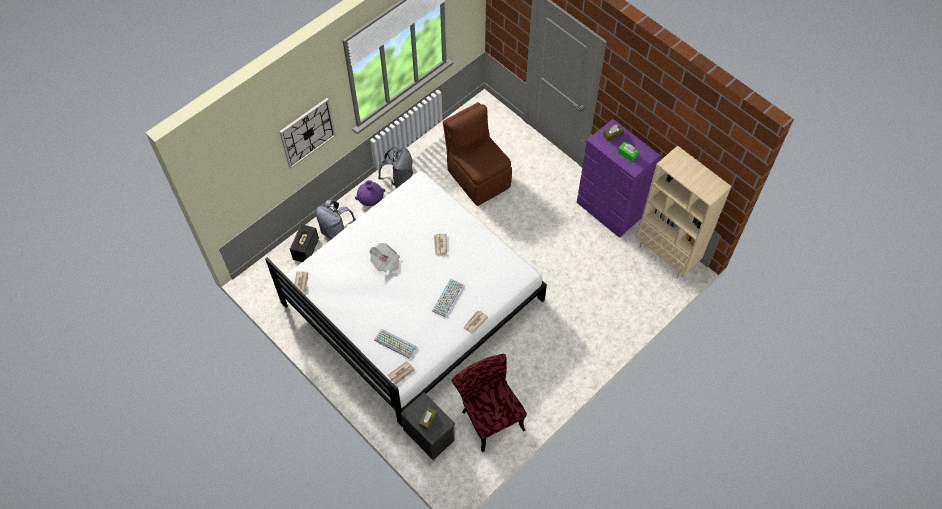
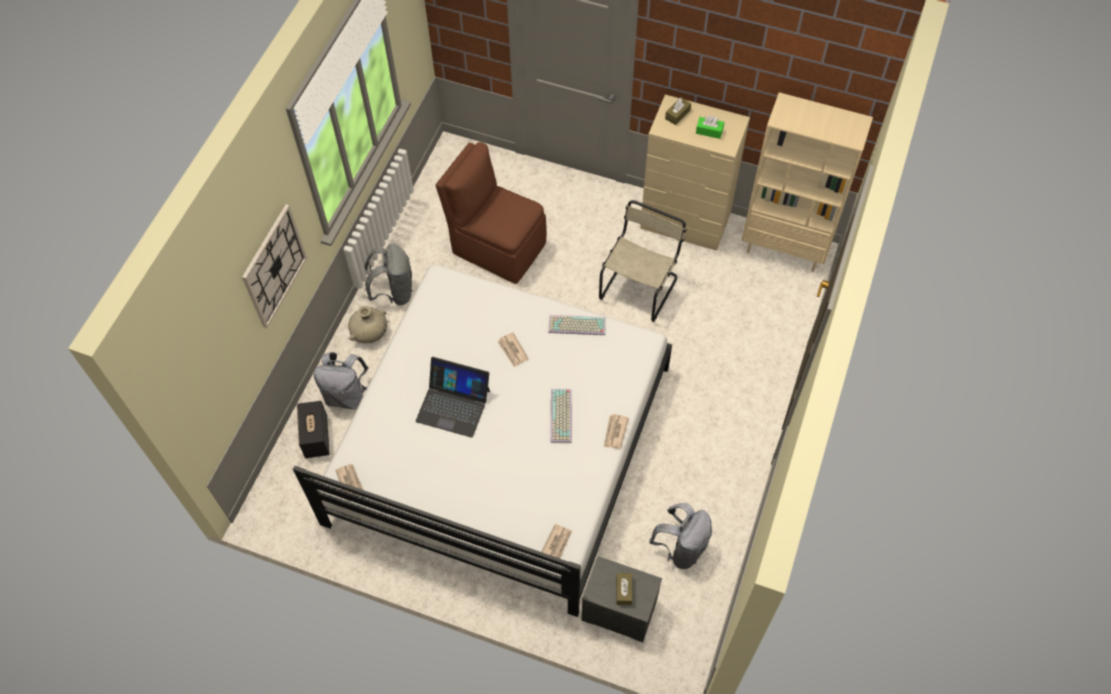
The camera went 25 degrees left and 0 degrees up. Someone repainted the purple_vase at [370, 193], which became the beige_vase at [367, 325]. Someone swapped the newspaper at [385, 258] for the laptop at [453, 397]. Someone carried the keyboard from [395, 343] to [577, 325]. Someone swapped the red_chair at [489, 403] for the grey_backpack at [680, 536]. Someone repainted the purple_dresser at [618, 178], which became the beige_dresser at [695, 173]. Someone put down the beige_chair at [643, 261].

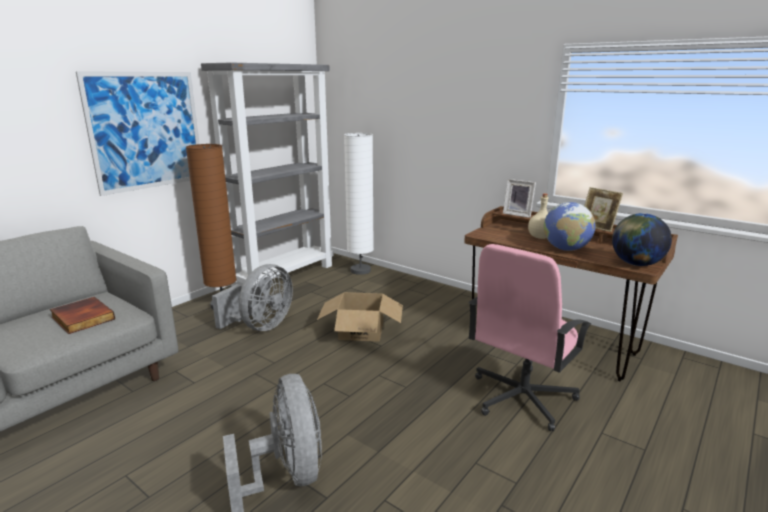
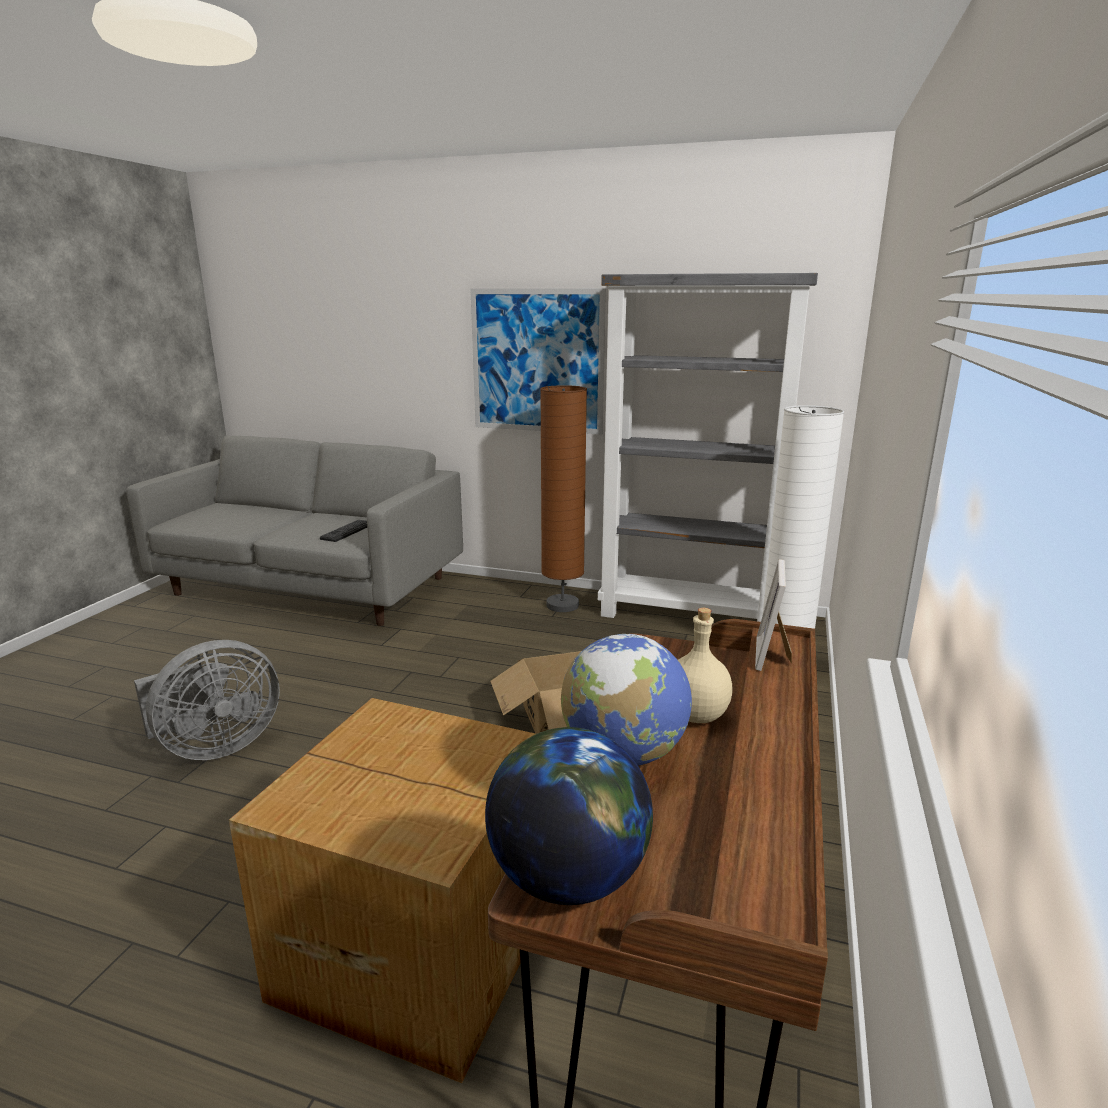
The camera went 70 degrees right and 0 degrees up. Someone swapped the book at [82, 315] for the keyboard at [343, 531]. Someone took away the grey_fan at [252, 297]. Someone swapped the pink_office_chair at [529, 337] for the cardboard_box at [382, 890]. Someone took away the picture_frame at [603, 209].

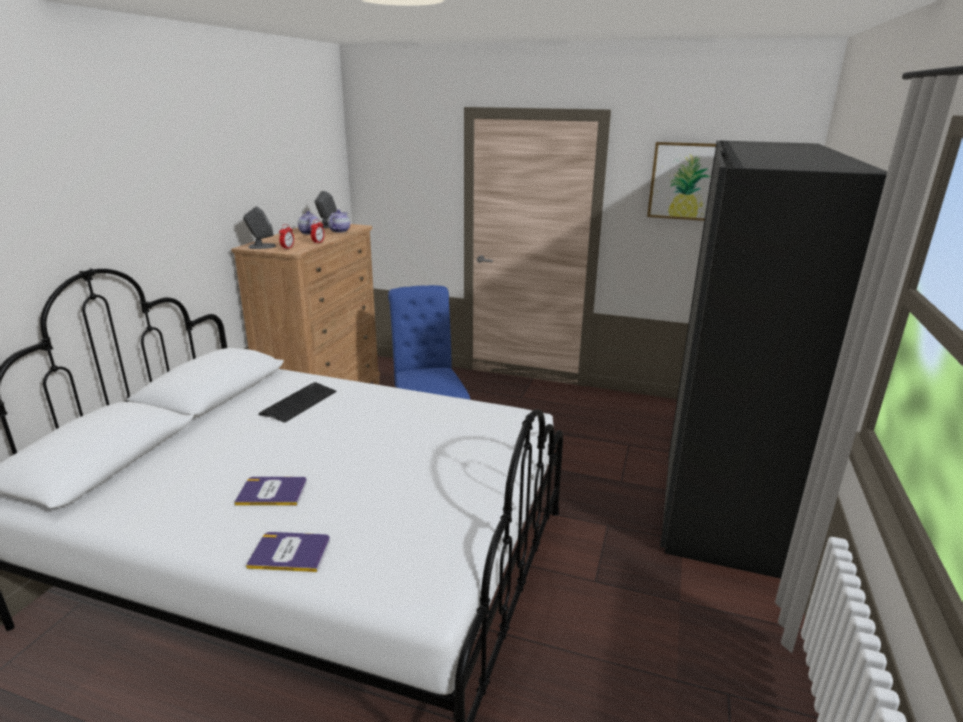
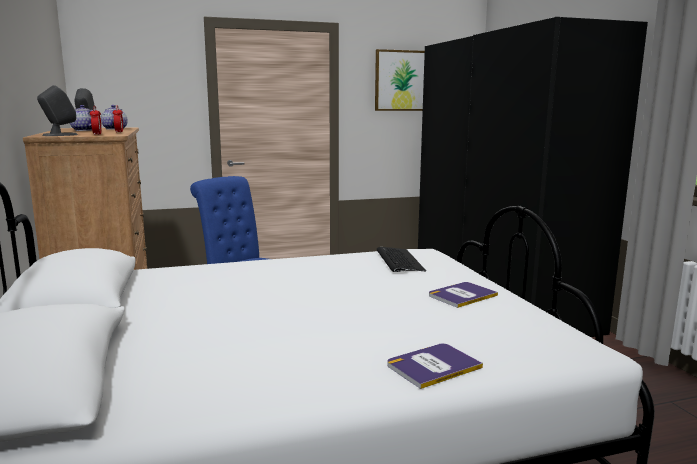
The camera went 35 degrees left and 10 degrees down. Someone carried the book from [270, 491] to [463, 295]. Someone carried the keyboard from [298, 402] to [401, 259].

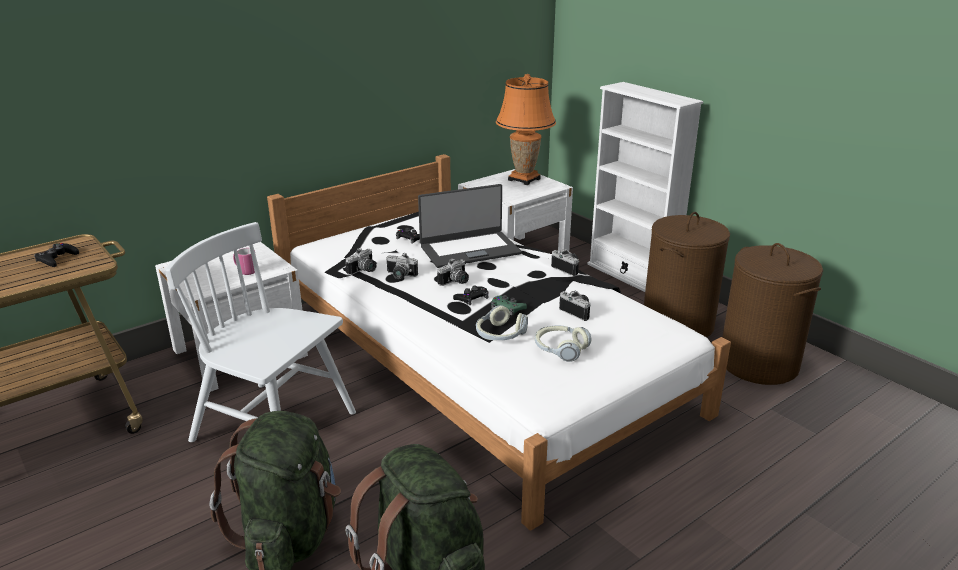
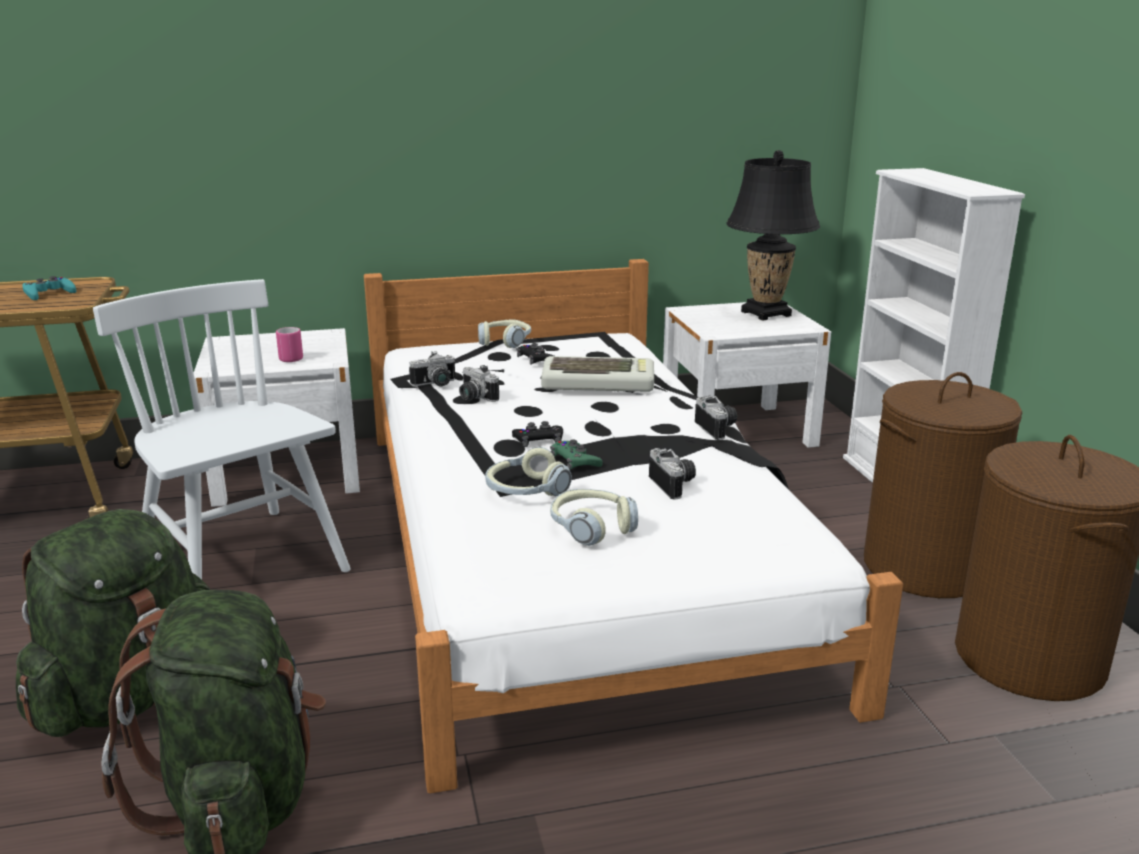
The camera went 25 degrees right and 5 degrees down. Someone repainted the black_game_controller at [56, 255], which became the turquoise_game_controller at [49, 288]. Someone swapped the laptop at [470, 226] for the keyboard at [597, 374]. Someone took away the photo_camera at [453, 272]. Someone repainted the orange_table_lamp at [526, 129], which became the black_table_lamp at [773, 235]. Someone put down the headphones at [504, 333].

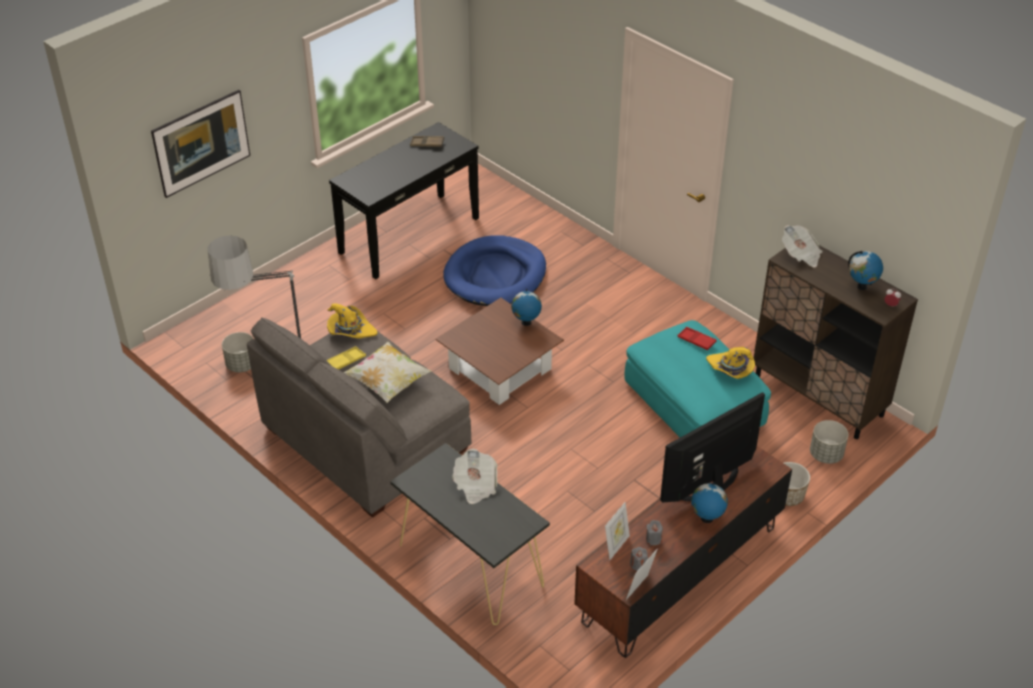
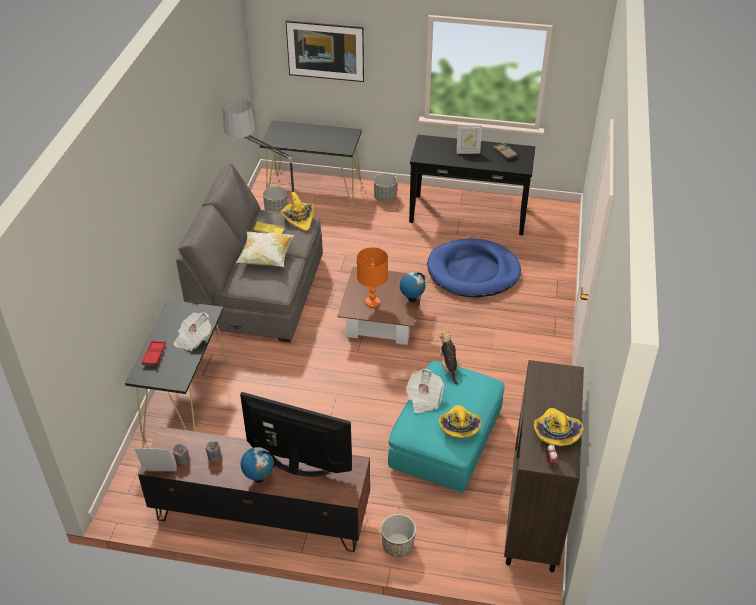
The camera went 55 degrees right and 0 degrees up. Someone carried the picture_frame from [617, 531] to [469, 139]. Someone carried the red_tray from [697, 338] to [154, 353]. Someone carried the newspaper from [802, 246] to [425, 391]. Someone carried the grey_planter from [829, 442] to [385, 187]. Someone swapped the globe at [865, 270] for the yellow_hat at [559, 427]. Someone put down the black_console_table at [311, 162]. Someone put down the orange_table_lamp at [372, 277]. Someone put down the plush_toy at [450, 356].

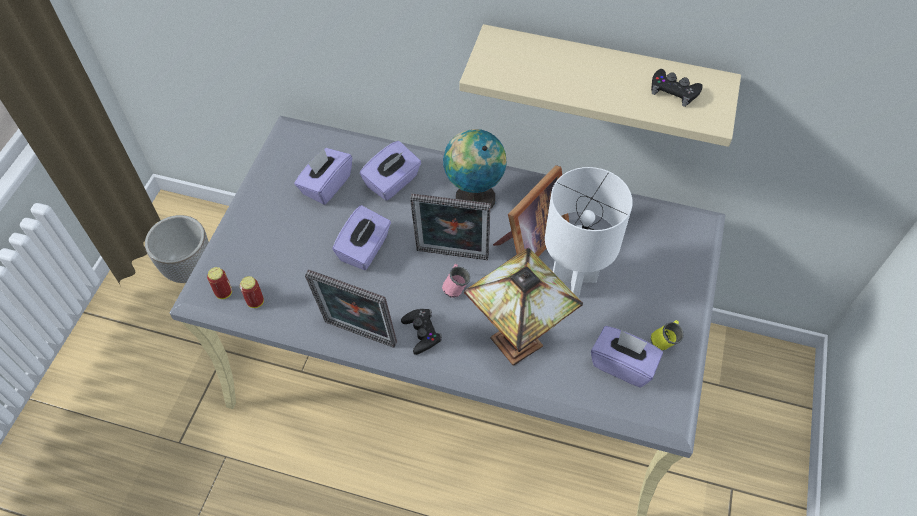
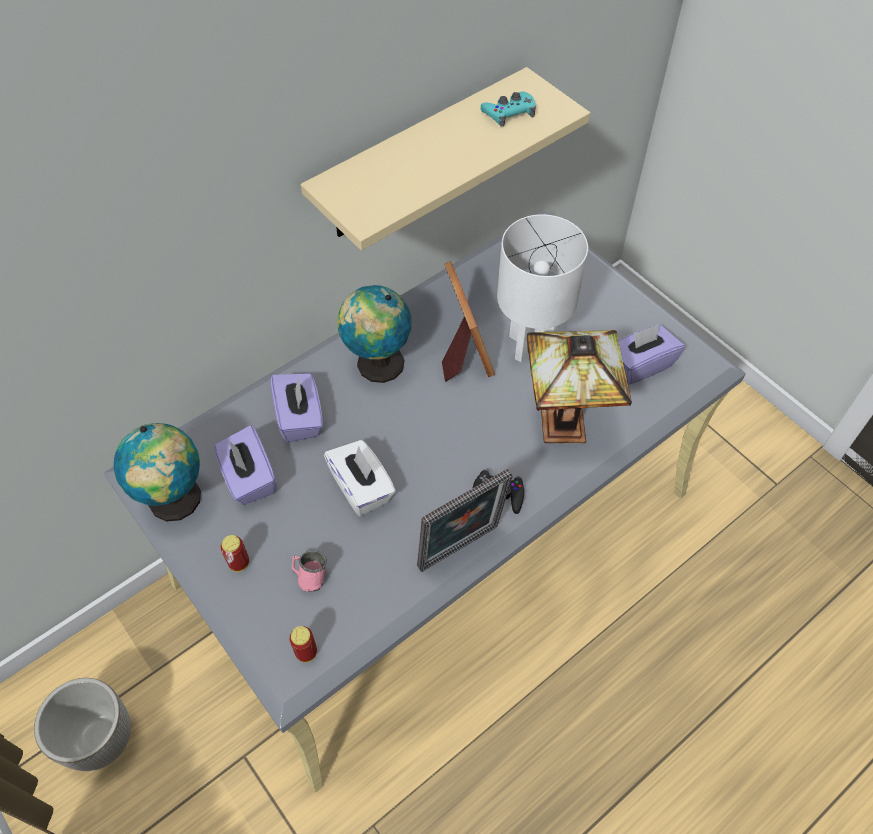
The camera went 55 degrees left and 0 degrees up. Someone carried the can from [252, 292] to [235, 553]. Someone repainted the purple_tissue_box at [361, 237], which became the white_tissue_box at [360, 478]. Someone took away the picture_frame at [450, 226]. Someone carried the pink_mug from [456, 281] to [309, 571]. Someone repainted the black_game_controller at [677, 88], which became the turquoise_game_controller at [508, 109]. Someone took away the yellow_mug at [667, 335]. Someone put down the globe at [157, 472].

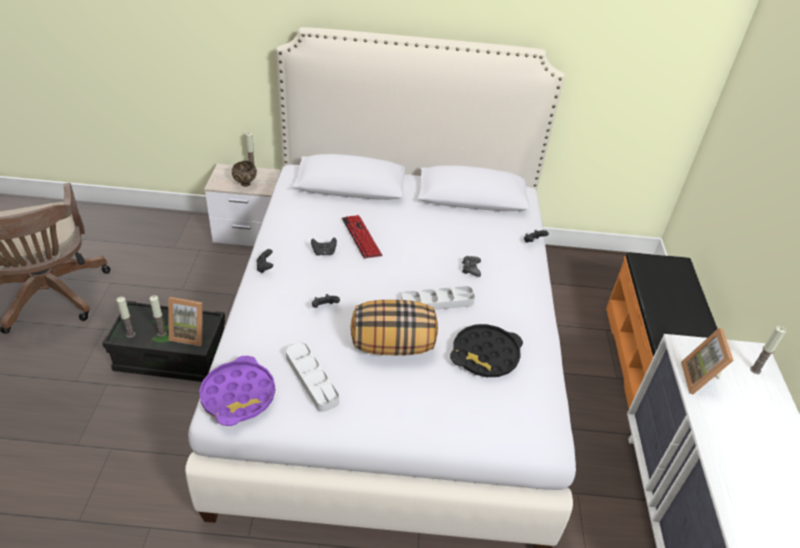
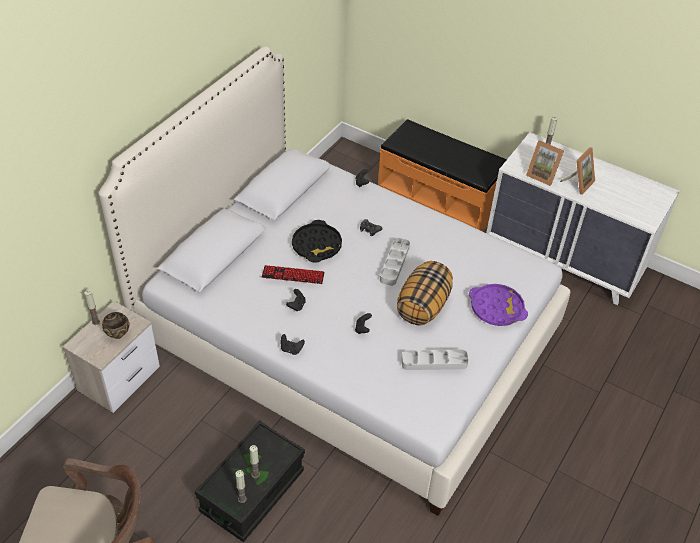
The camera went 60 degrees left and 5 degrees up. Someone carried the picture_frame from [185, 321] to [577, 171]. Someone carried the purple_tray from [237, 391] to [498, 305]. Someone carried the black_tray from [486, 350] to [317, 241].

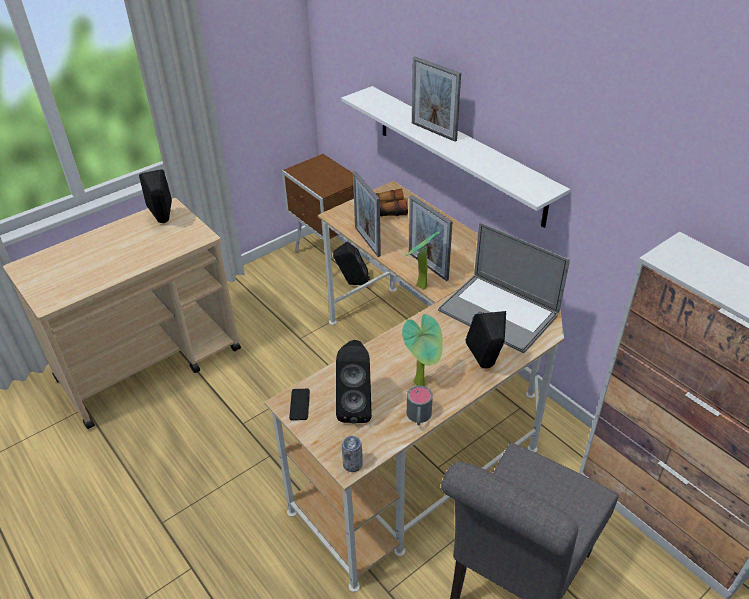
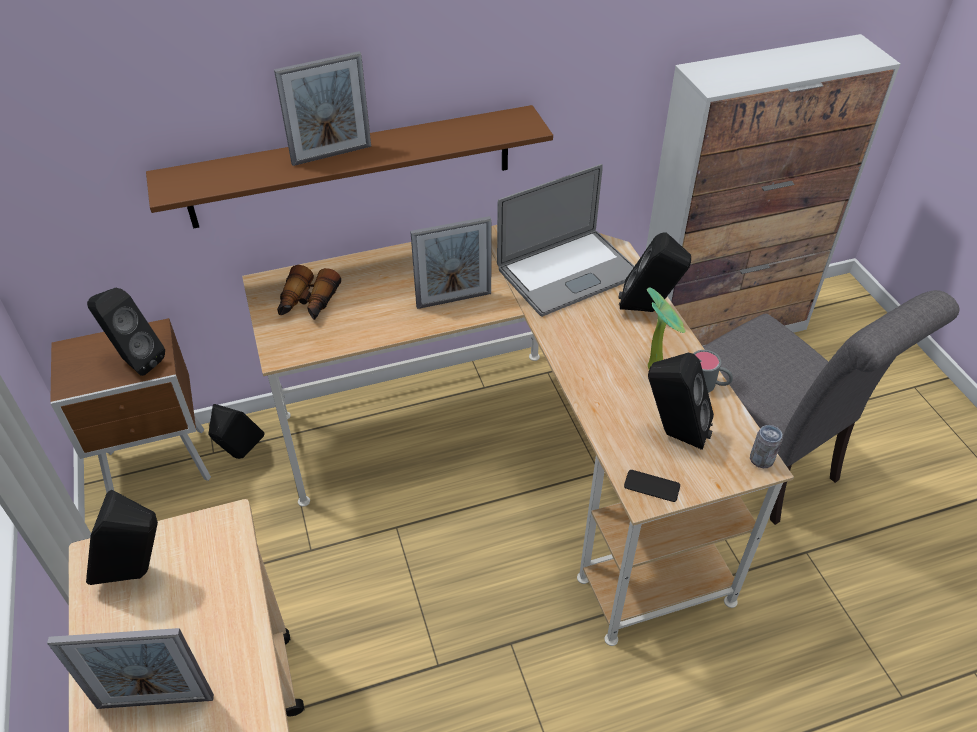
The camera went 70 degrees left and 5 degrees up. Someone repainted the white_shelf at [455, 157], which became the brown_shelf at [349, 167]. Someone carried the picture_frame from [367, 214] to [130, 668]. Someone took away the potted_plant at [422, 260]. Someone put down the black_speaker at [126, 332].

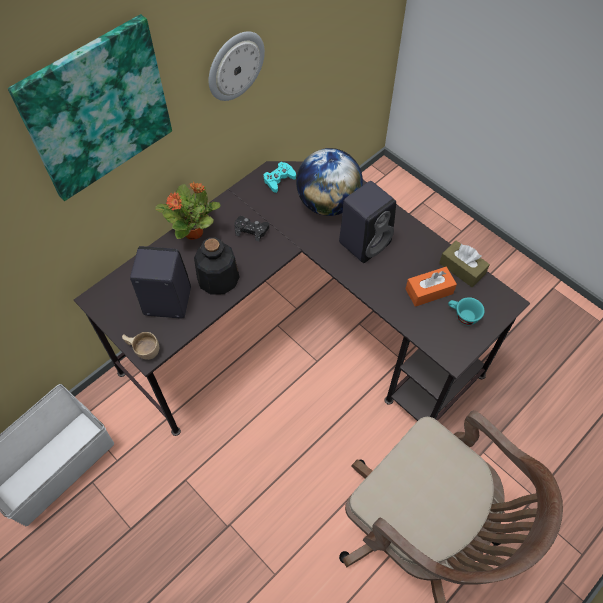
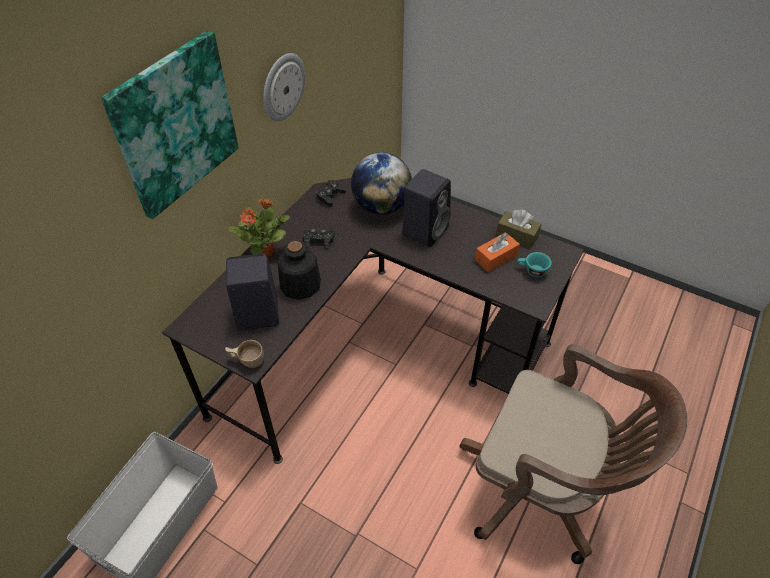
The camera went 15 degrees left and 10 degrees down. Someone repainted the turquoise_game_controller at [279, 177], which became the black_game_controller at [331, 193].

